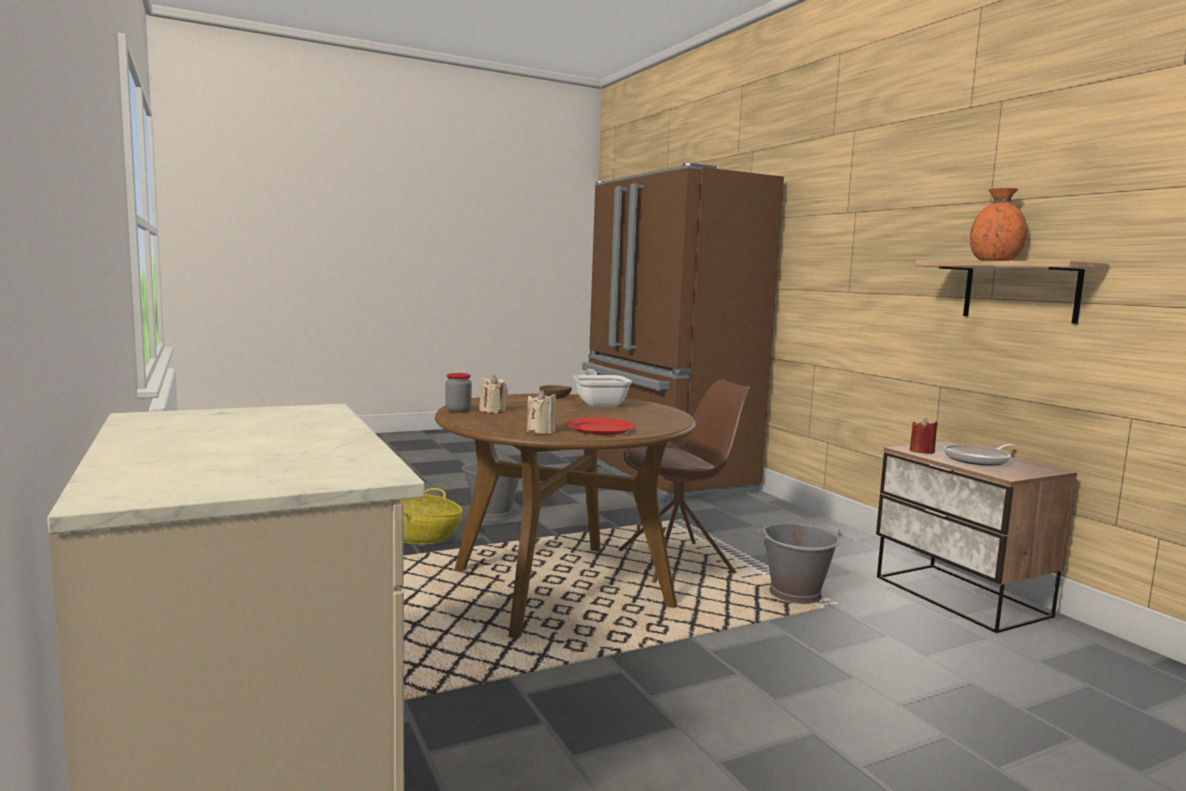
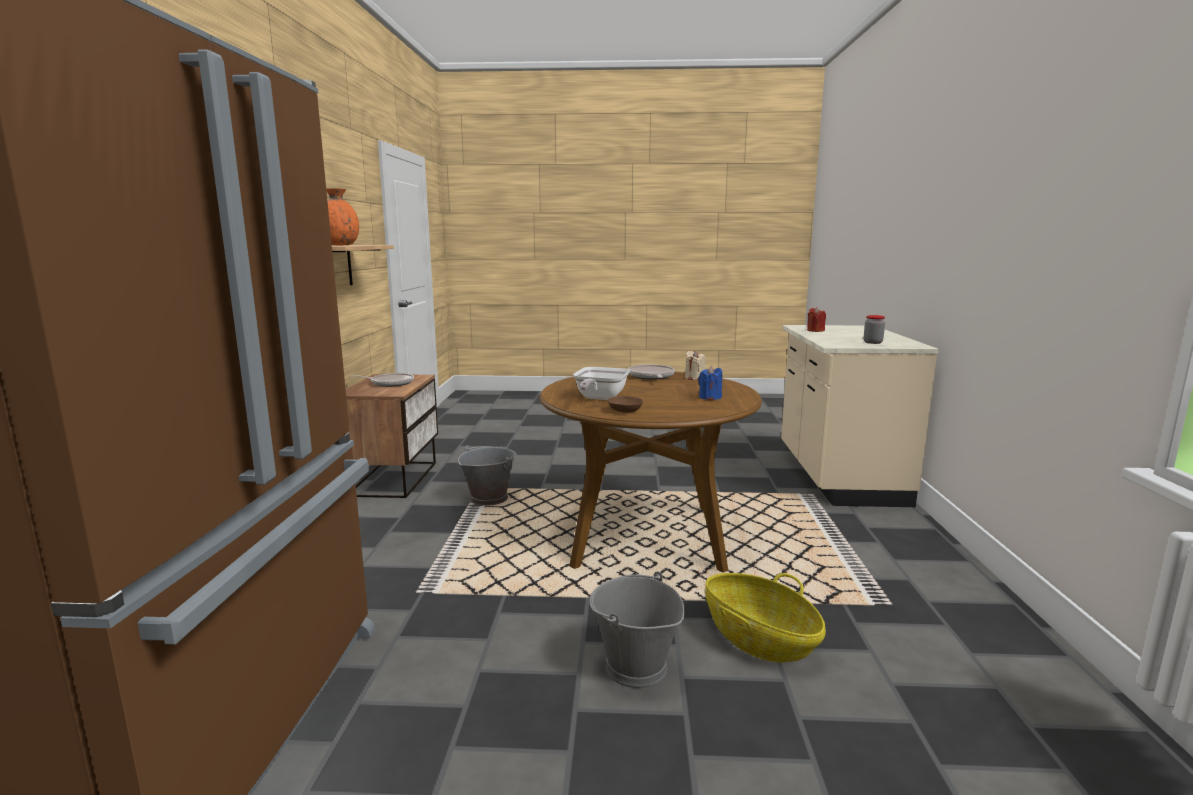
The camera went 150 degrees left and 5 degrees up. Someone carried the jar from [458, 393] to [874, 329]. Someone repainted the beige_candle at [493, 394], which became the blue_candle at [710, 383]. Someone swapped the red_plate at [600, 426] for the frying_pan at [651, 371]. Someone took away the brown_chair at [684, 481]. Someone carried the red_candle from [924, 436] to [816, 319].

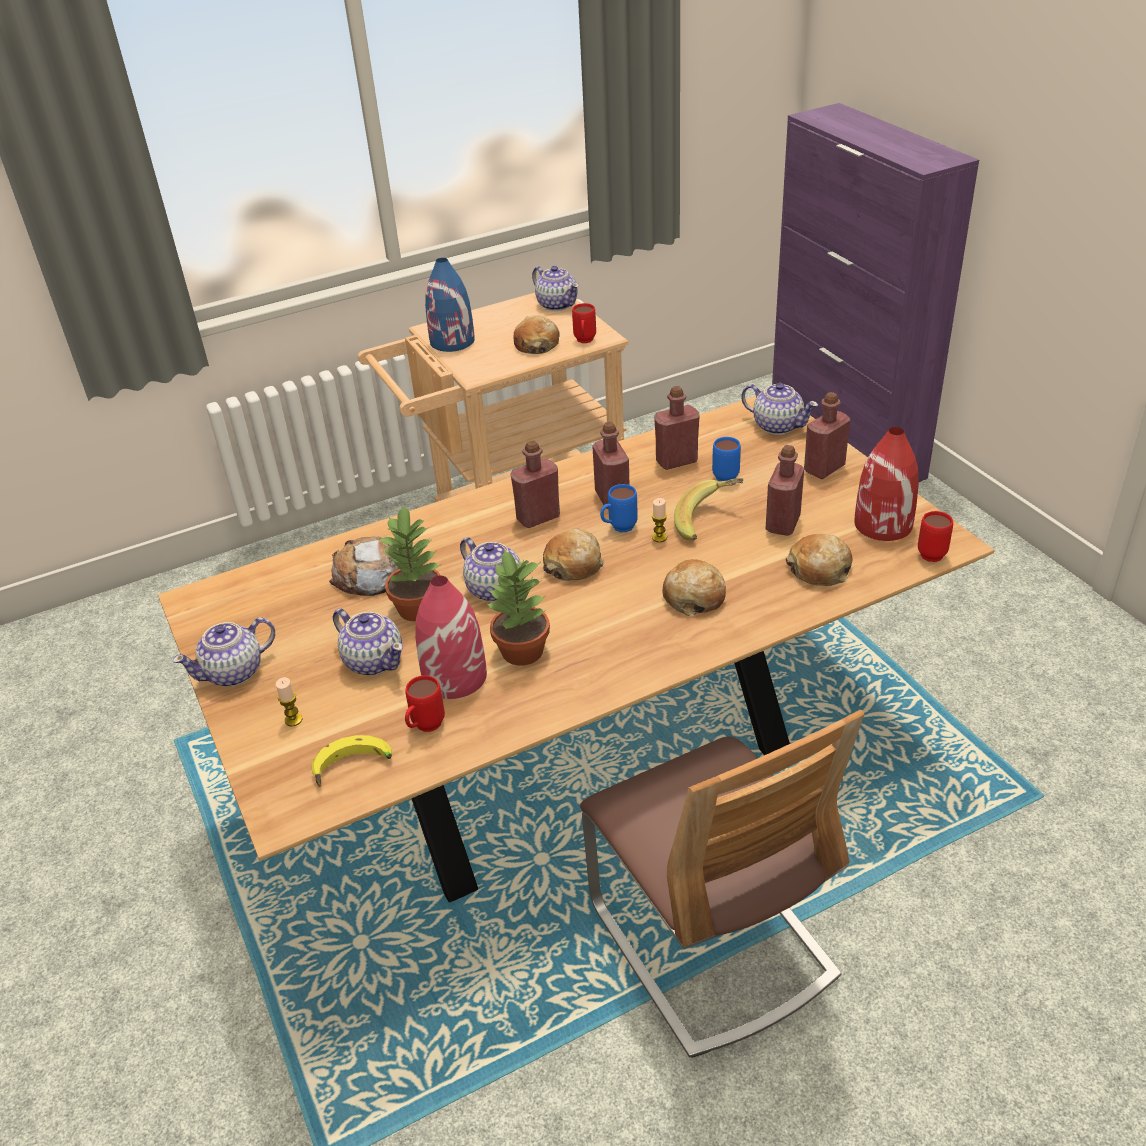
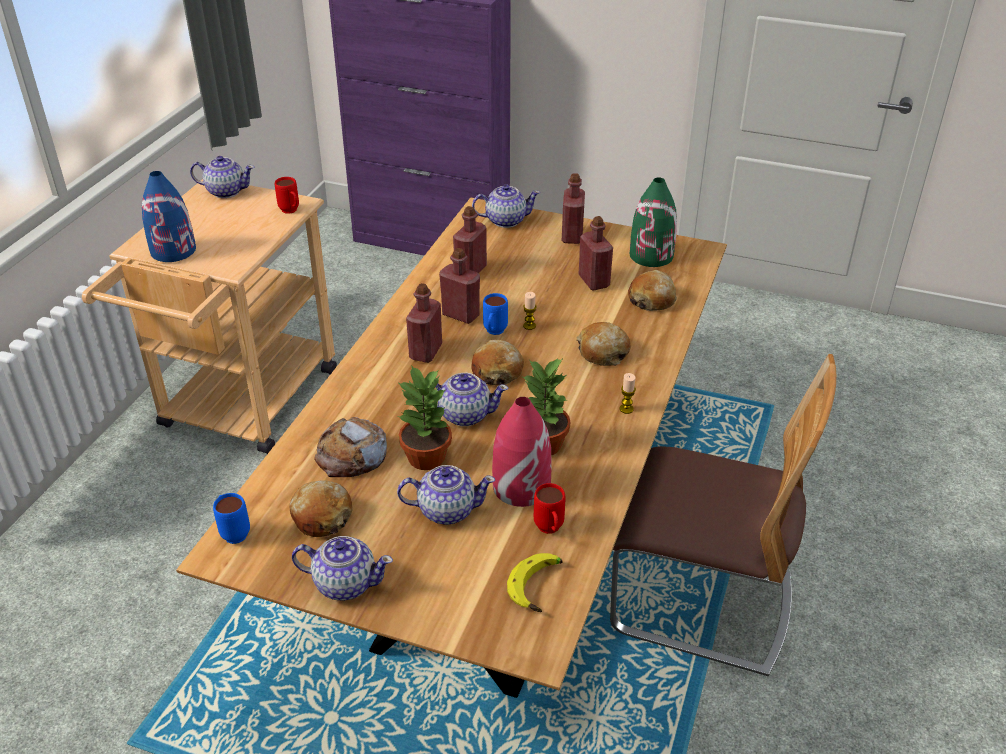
The camera went 45 degrees left and 0 degrees up. Someone rotated the teapot at [224, 652] by 90 degrees counterclockwise. Someone carried the candle from [289, 701] to [628, 393]. Someone carried the bread from [537, 335] to [321, 508]. Someone took away the banana at [708, 509]. Someone carried the blue_mug from [726, 459] to [231, 518]. Someone repainted the red_vase at [886, 484], which became the green_vase at [653, 222]. Someone took away the red_mug at [935, 536].

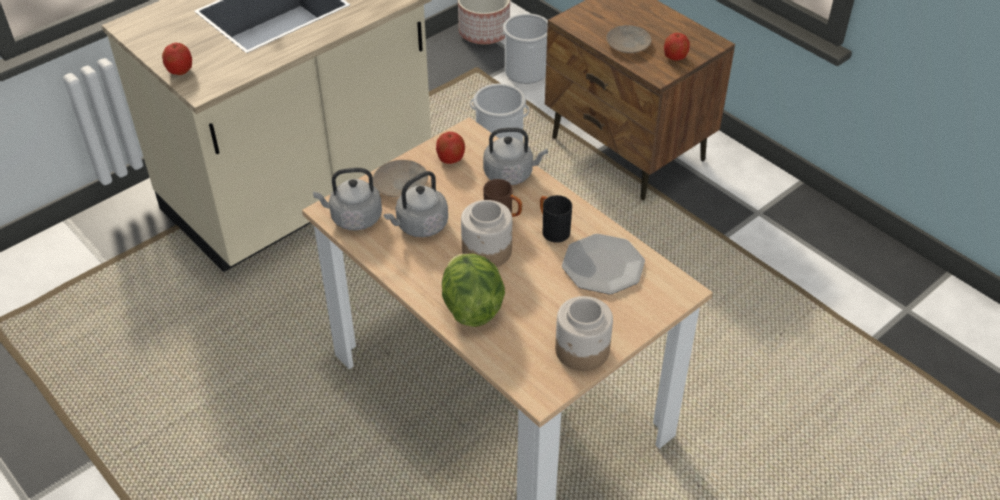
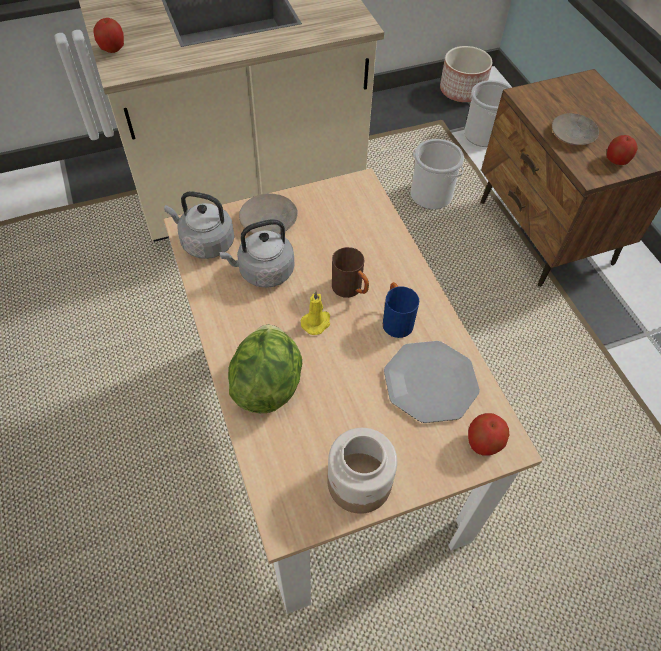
The camera went 20 degrees right and 10 degrees up. Someone carried the apple from [450, 148] to [488, 434]. Someone swapped the jar at [486, 233] for the yellow_candle at [315, 313]. Someone took away the grey_kettle at [515, 156]. Someone repainted the black_mug at [556, 219], which became the blue_mug at [401, 310].

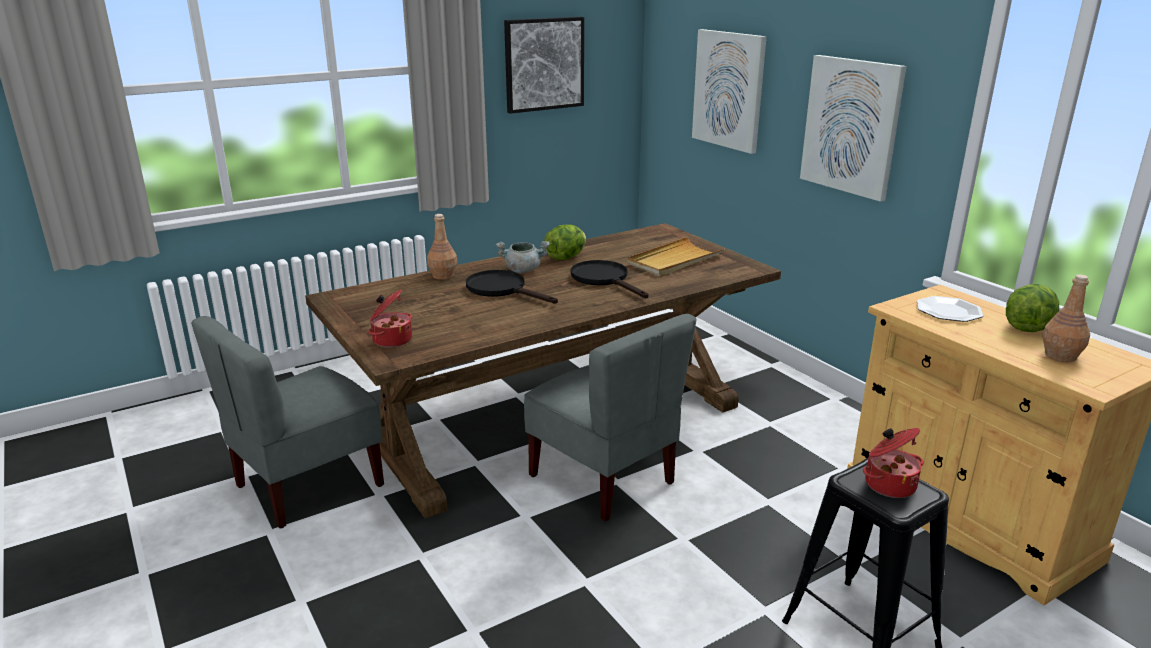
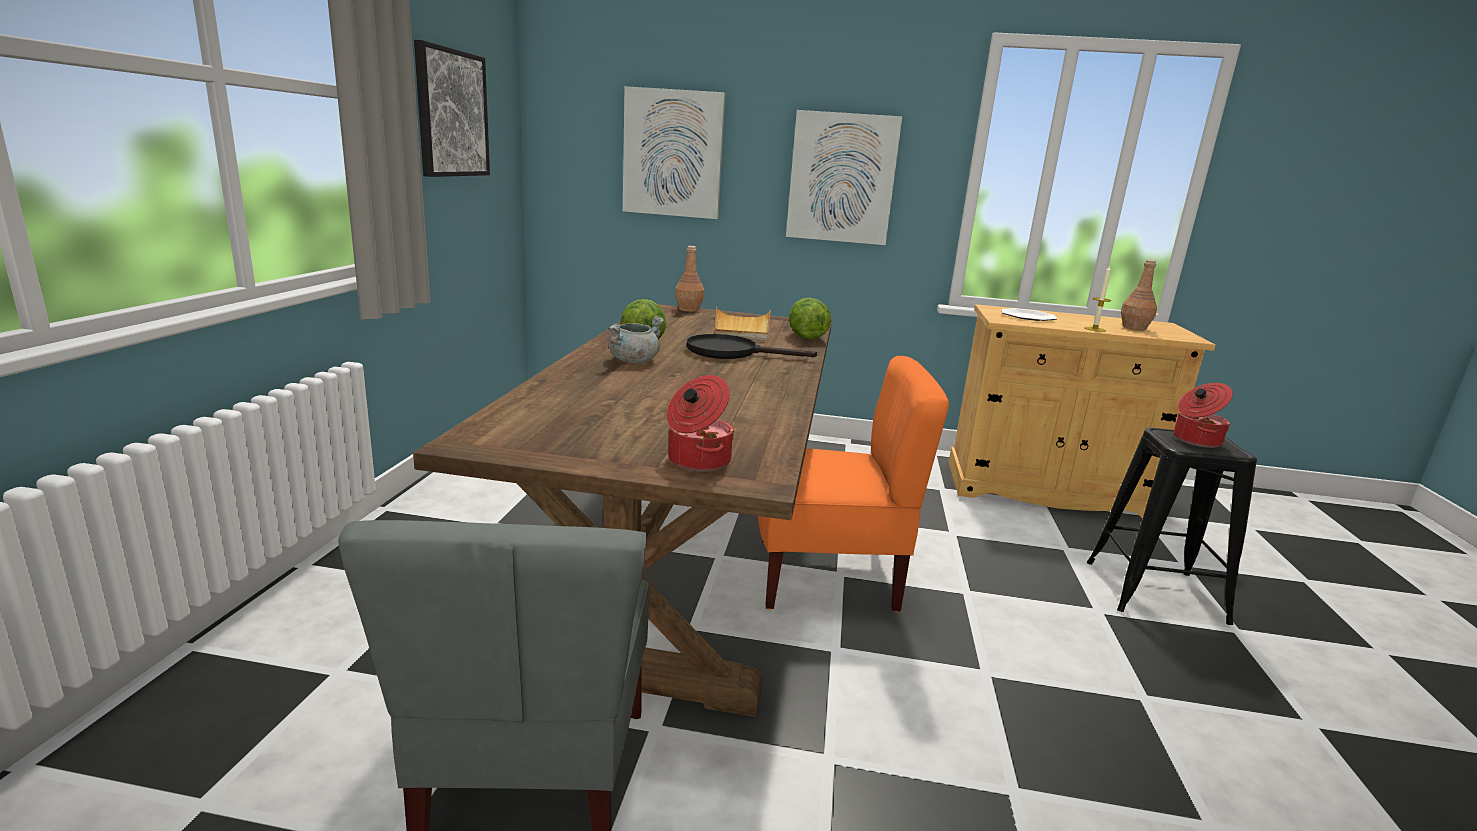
The camera went 50 degrees left and 5 degrees down. Someone carried the brown_bottle from [442, 247] to [689, 279]. Someone took away the black_frying_pan at [512, 286]. Someone repainted the grey_chair at [610, 417], which became the orange_chair at [853, 484]. Someone carried the lettuce from [1032, 308] to [810, 318]. Someone put down the candle at [1098, 299].

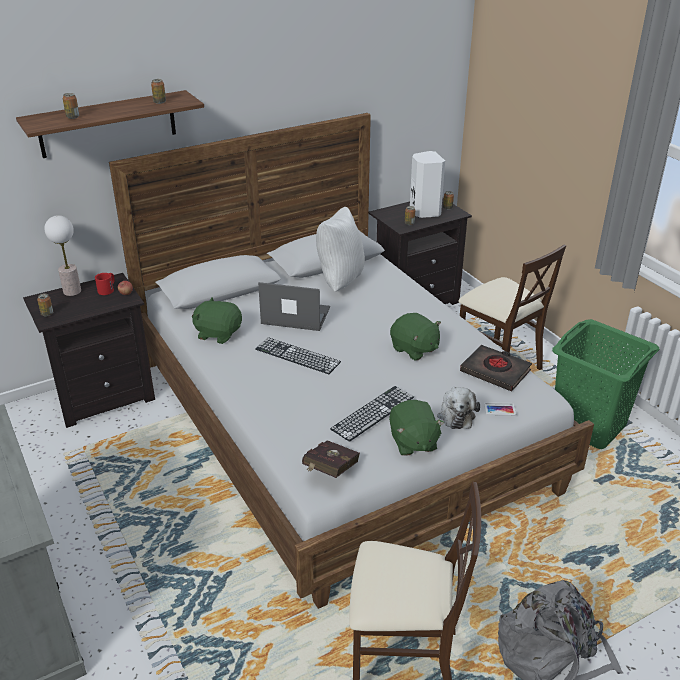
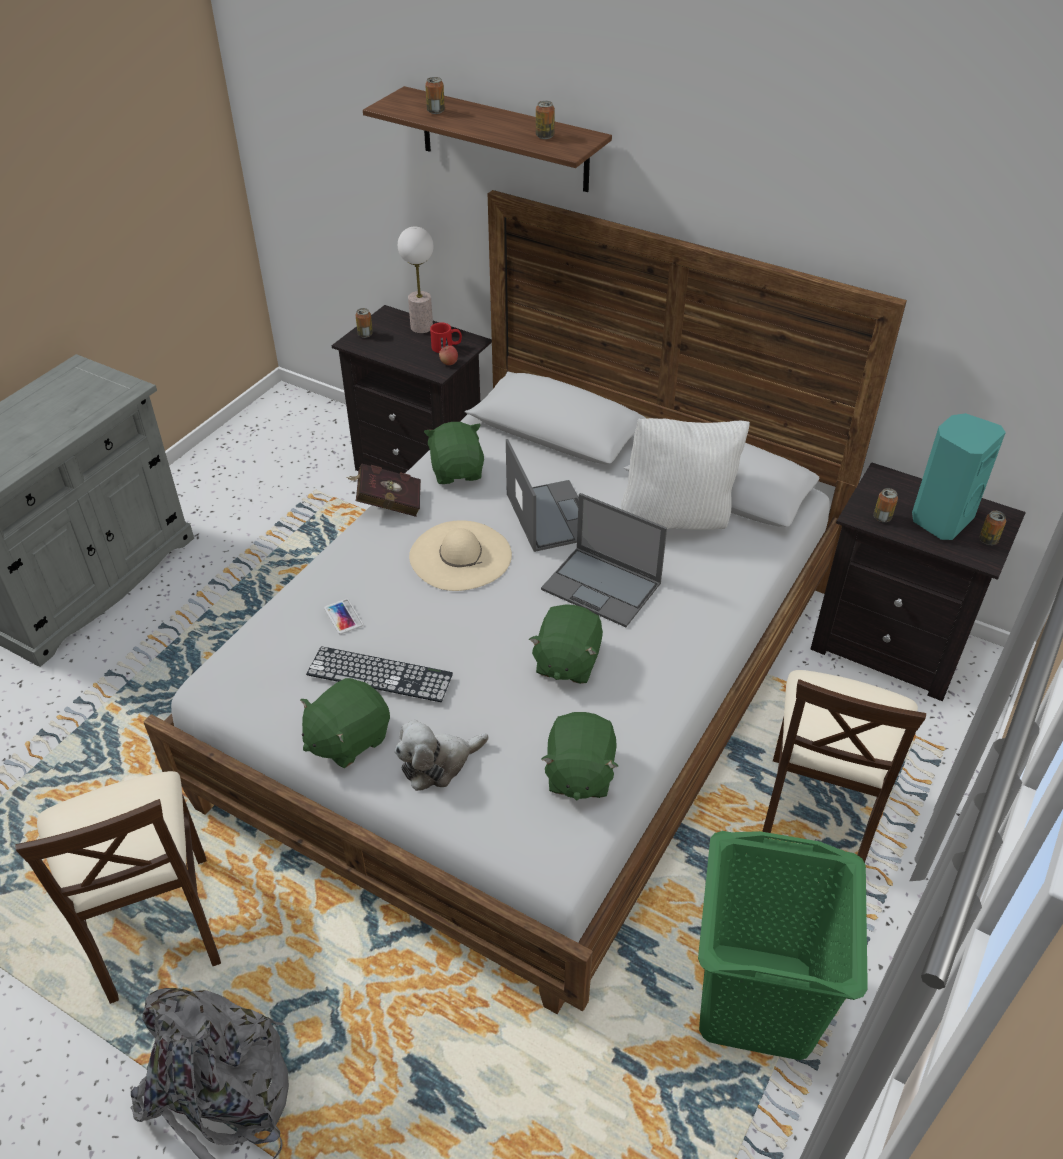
The camera went 60 degrees right and 10 degrees up. Someone swapped the keyboard at [298, 355] for the beige_hat at [460, 555]. Someone carried the red_book from [331, 459] to [383, 490]. Someone repainted the white_speaker at [427, 184], which became the turquoise_speaker at [959, 476]. Someone swapped the black_book at [496, 368] for the green_plush_toy at [579, 756]. Someone carried the phone from [500, 408] to [344, 616]. Someone put down the laptop at [604, 560].

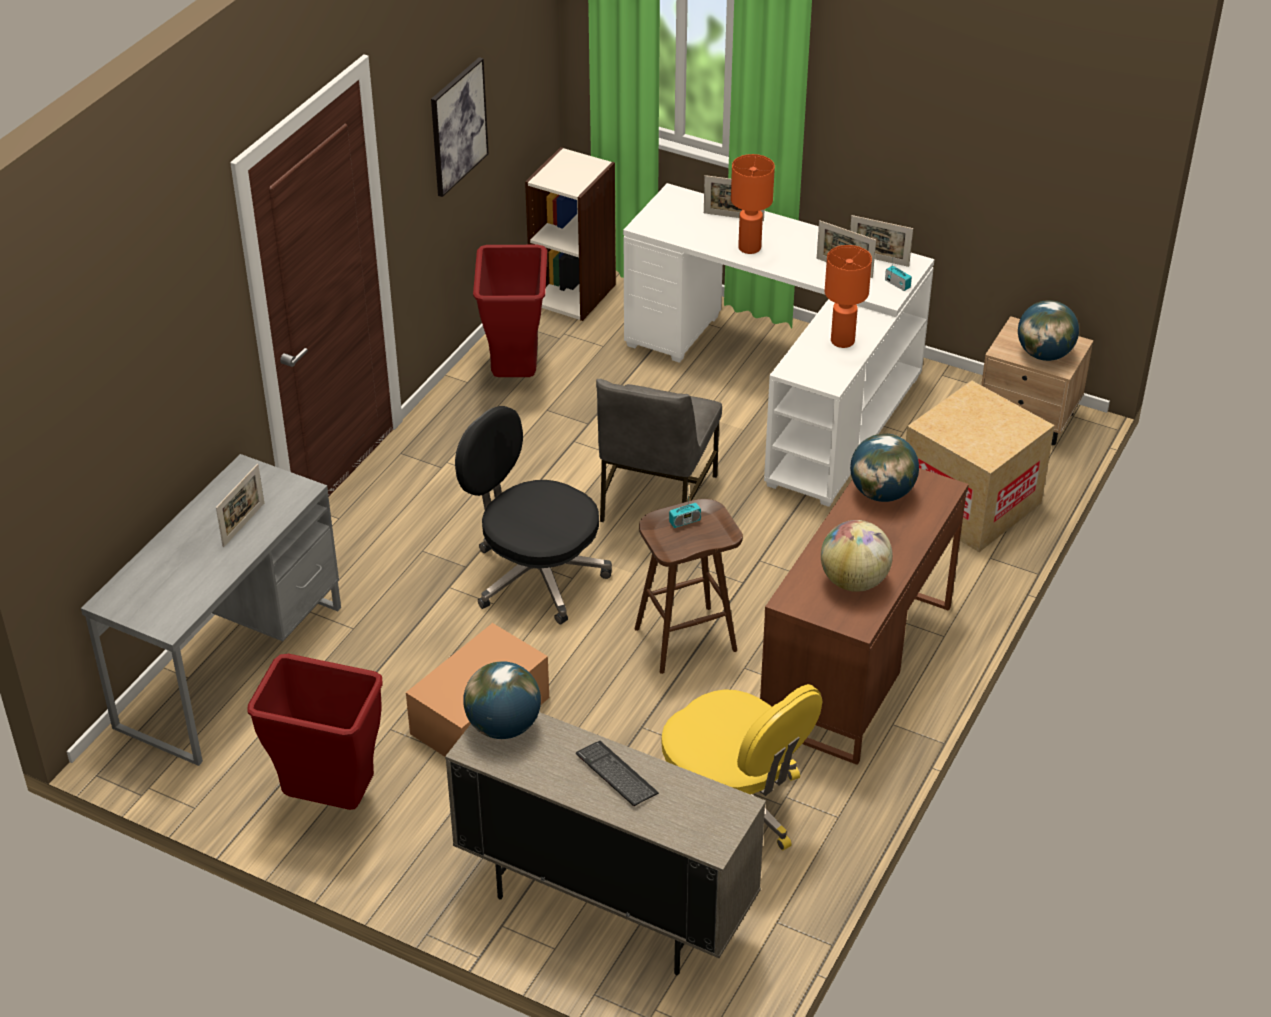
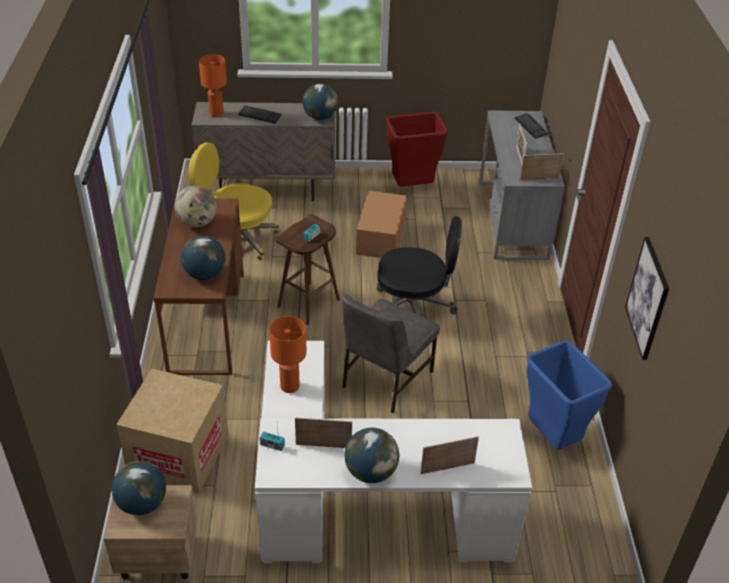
The camera went 150 degrees right and 0 degrees up. Someone repainted the red_trash_can at [510, 311], which became the blue_trash_can at [569, 395]. Someone took away the bookcase at [570, 234]. Someone rotated the grey_chair at [659, 450] by 135 degrees counterclockwise. Someone carried the orange_table_lamp from [753, 204] to [213, 85]. Someone carried the picture_frame from [881, 241] to [542, 166]. Someone put down the globe at [371, 455]. Someone put down the keyboard at [531, 126].

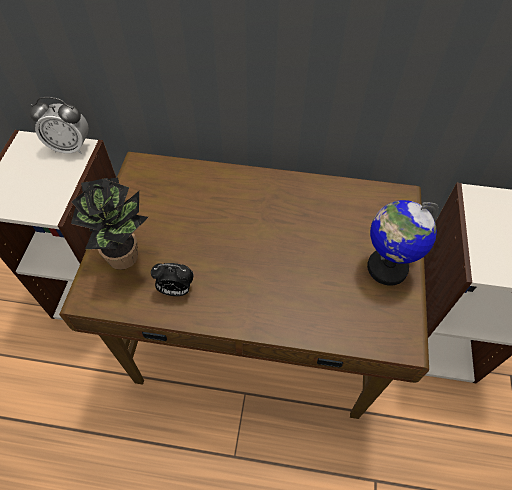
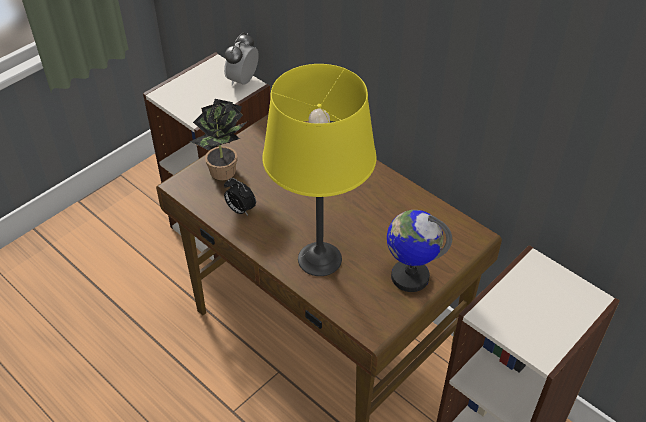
The camera went 35 degrees right and 10 degrees down. Someone rotated the alarm_clock at [59, 125] by 75 degrees clockwise. Someone put down the yellow_table_lamp at [319, 170].

